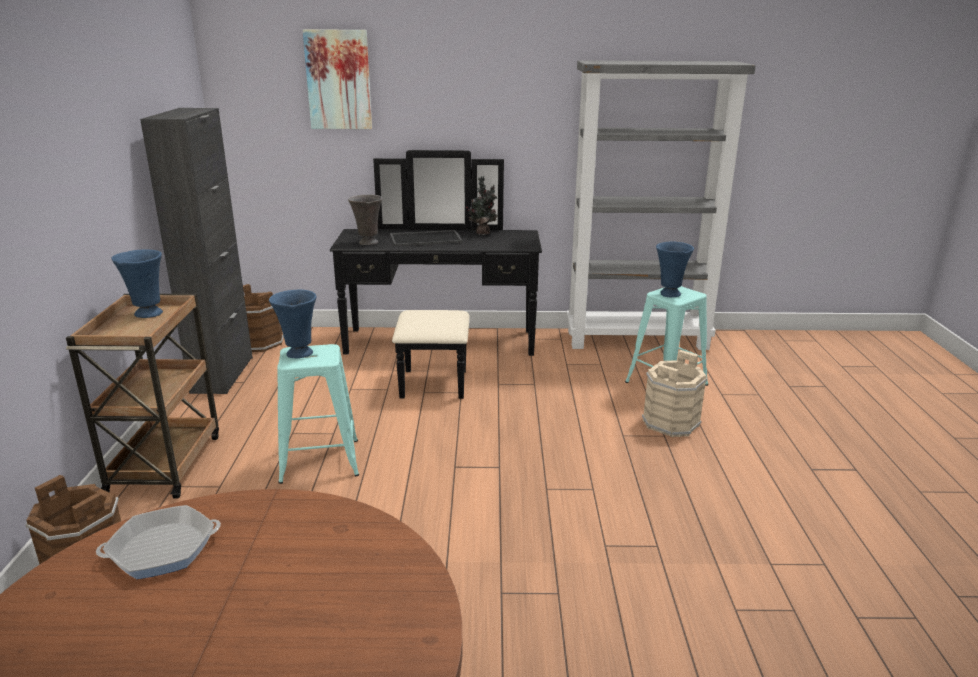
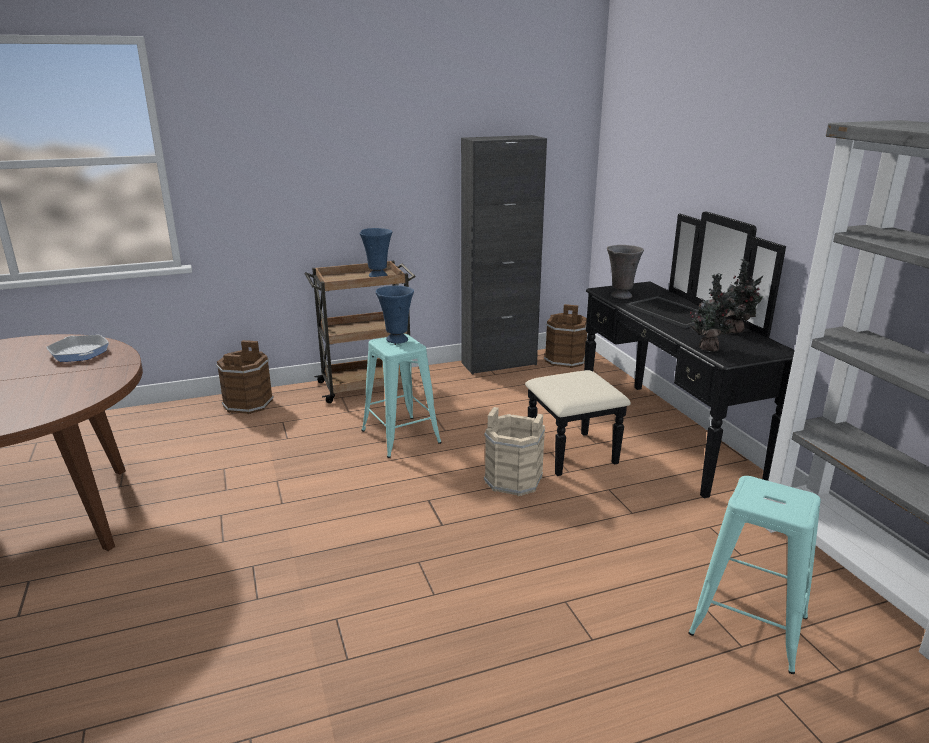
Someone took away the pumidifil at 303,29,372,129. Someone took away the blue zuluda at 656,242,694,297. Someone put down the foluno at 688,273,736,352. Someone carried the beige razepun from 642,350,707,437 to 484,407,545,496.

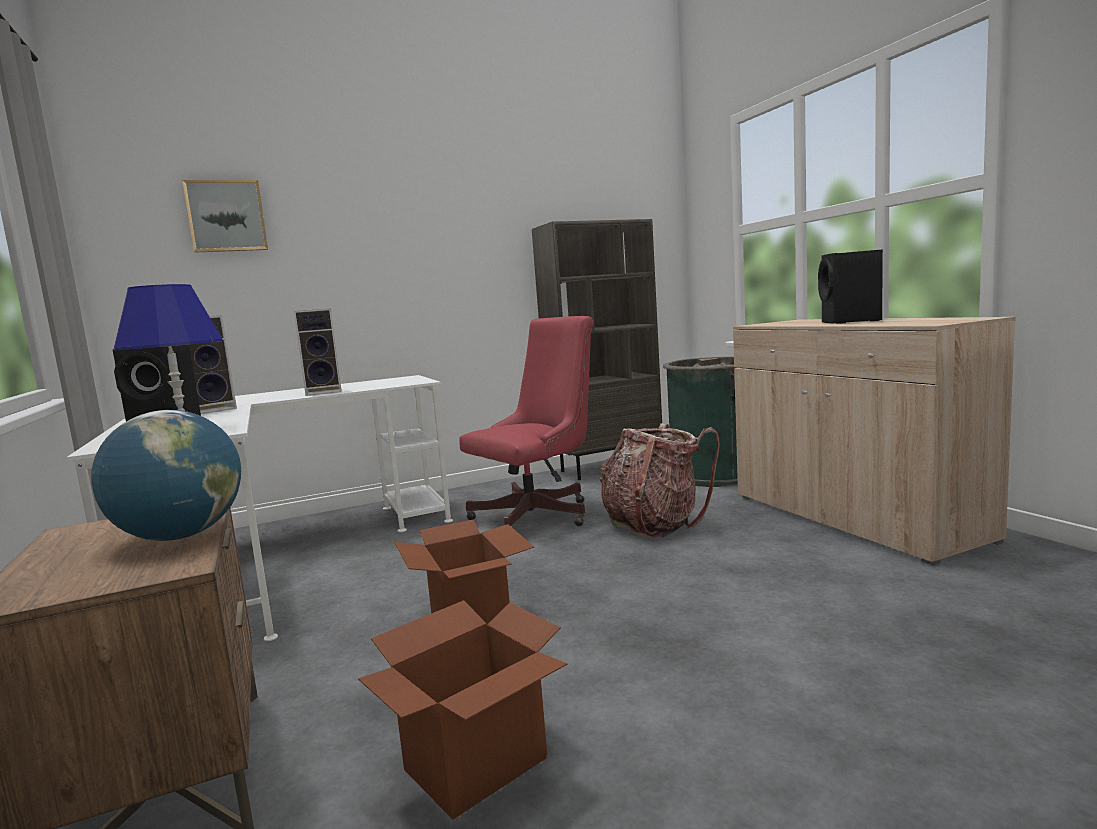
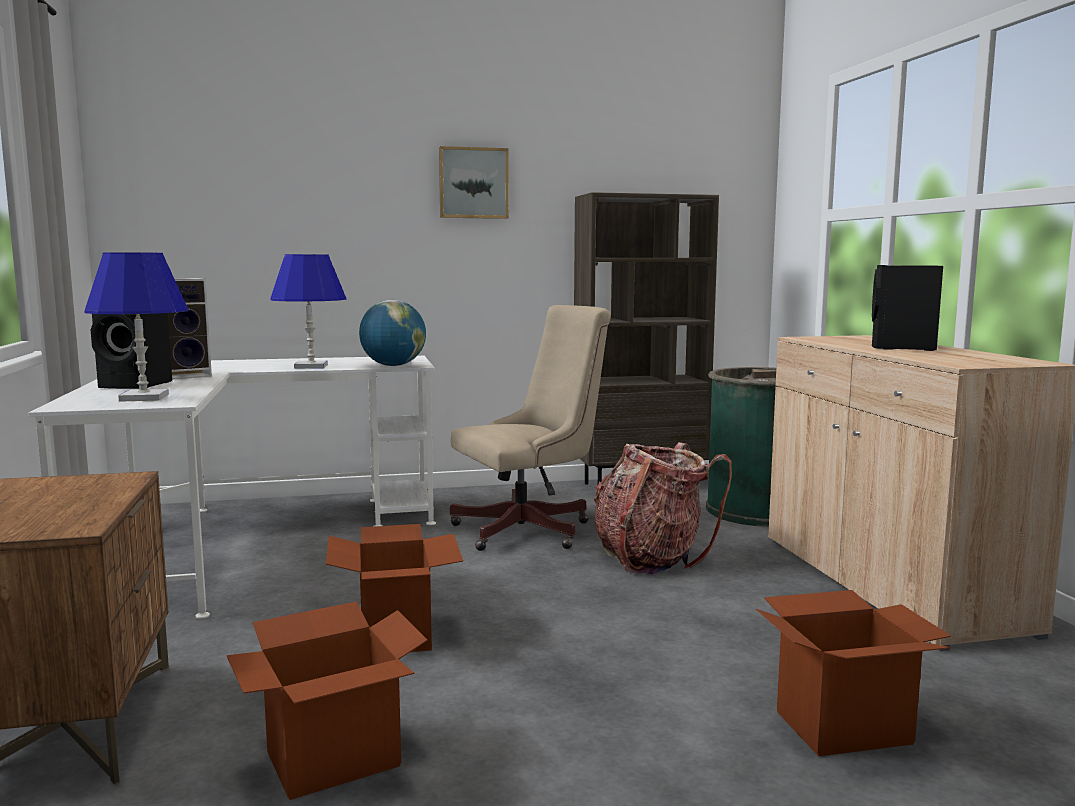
Someone put down the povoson at 756,590,951,757. Someone carried the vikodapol from 91,410,241,541 to 359,300,426,366. Someone carried the pumidifil from 182,180,268,253 to 439,146,509,219. Someone swapped the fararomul at 294,309,341,396 for the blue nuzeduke at 270,254,346,369. Someone repainted the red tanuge at 459,316,594,526, which became the beige tanuge at 450,305,611,551.

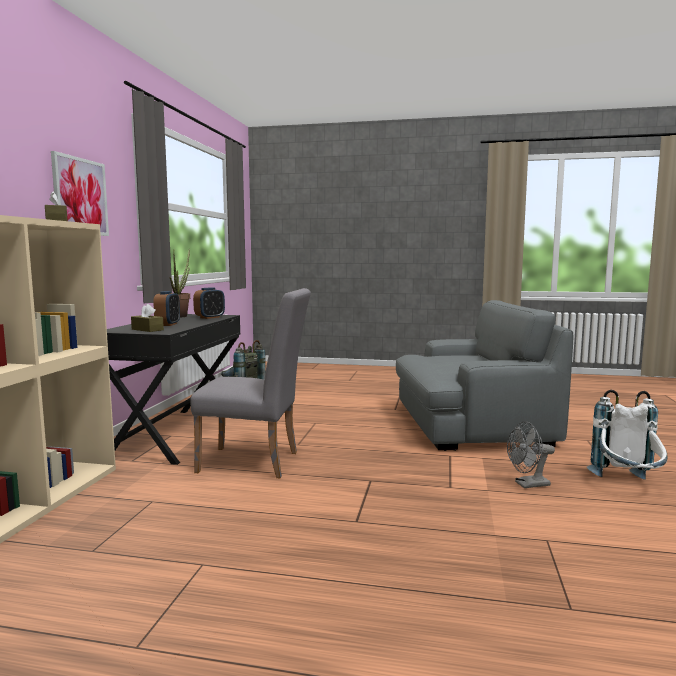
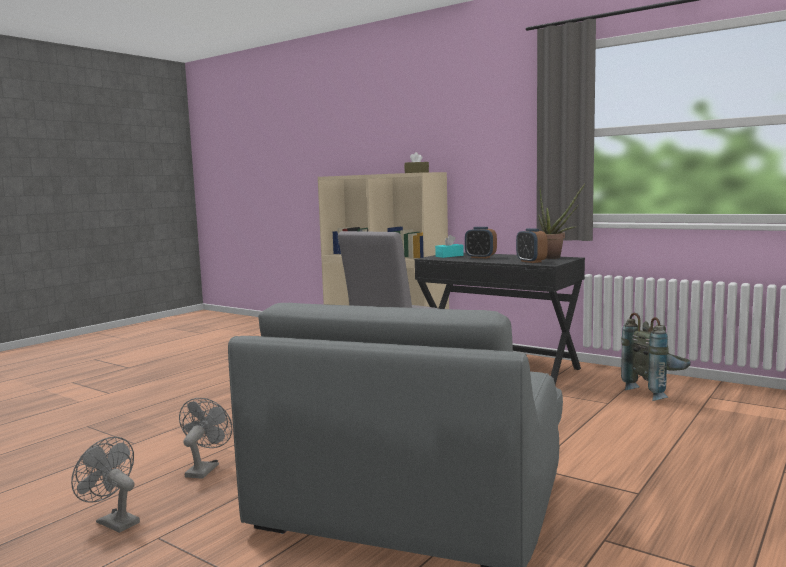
Someone took away the pumidifil at 51,151,109,236. Someone swapped the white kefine at 587,390,667,480 for the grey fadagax at 71,437,140,533. Someone repainted the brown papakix at 131,304,164,332, which became the turquoise papakix at 435,235,464,258.

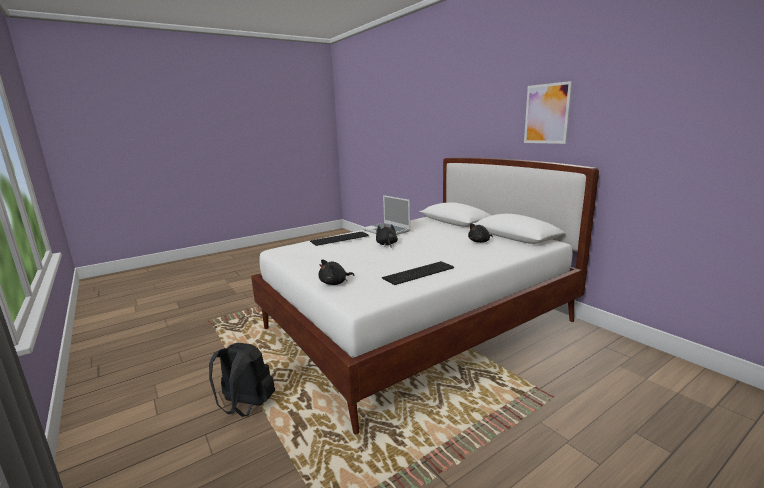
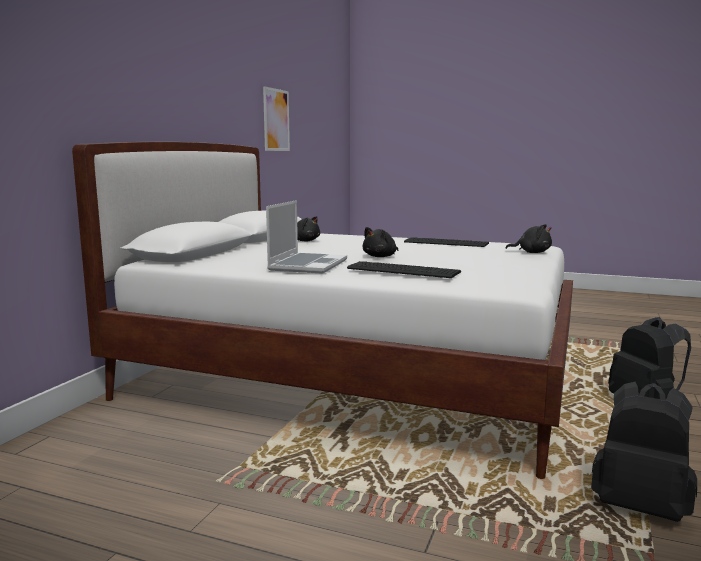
Someone put down the black kefine at 591,382,697,522. Someone carried the pumidifil from 524,81,572,144 to 263,86,290,151.

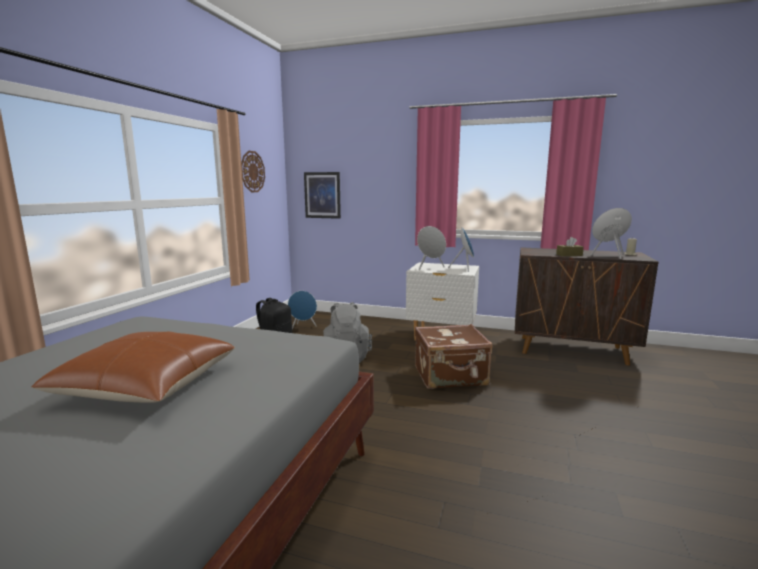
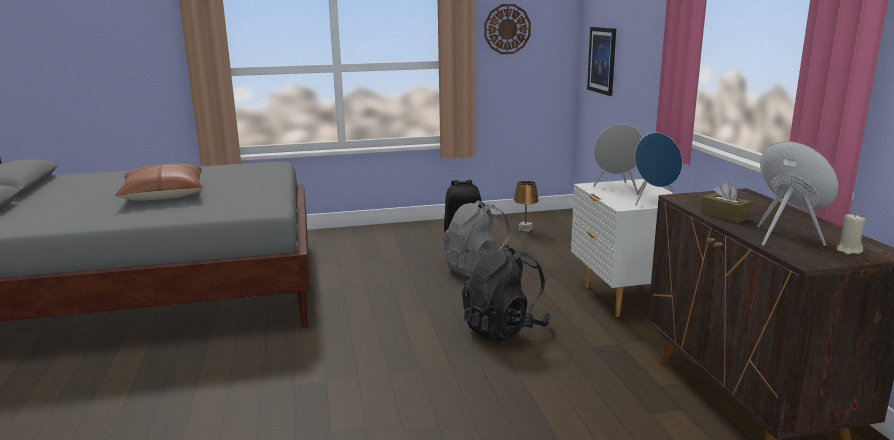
Someone swapped the blue fararomul at 288,291,317,330 for the brown nuzeduke at 514,181,539,232. Someone swapped the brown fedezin at 415,324,492,389 for the black kefine at 462,245,551,341.

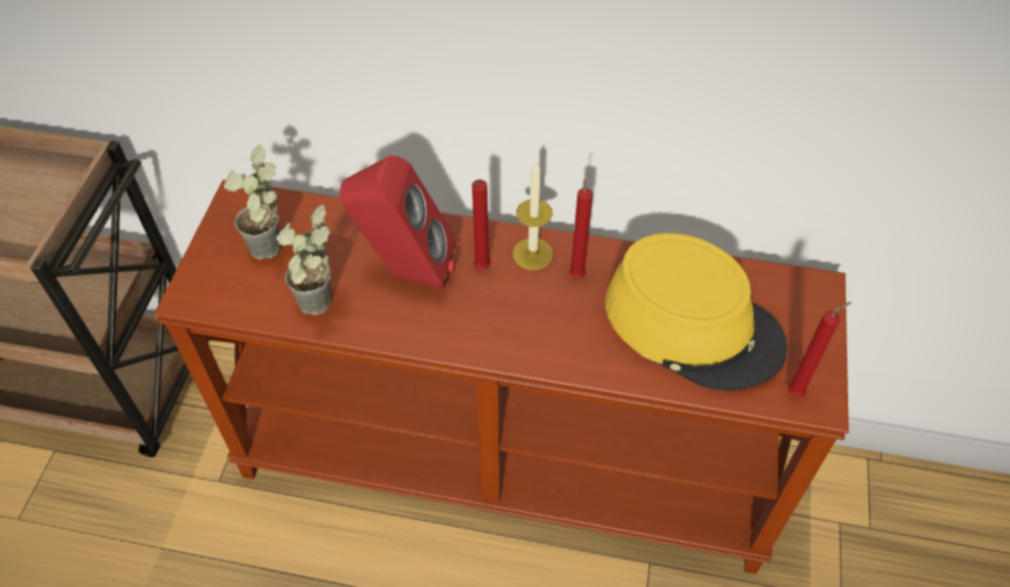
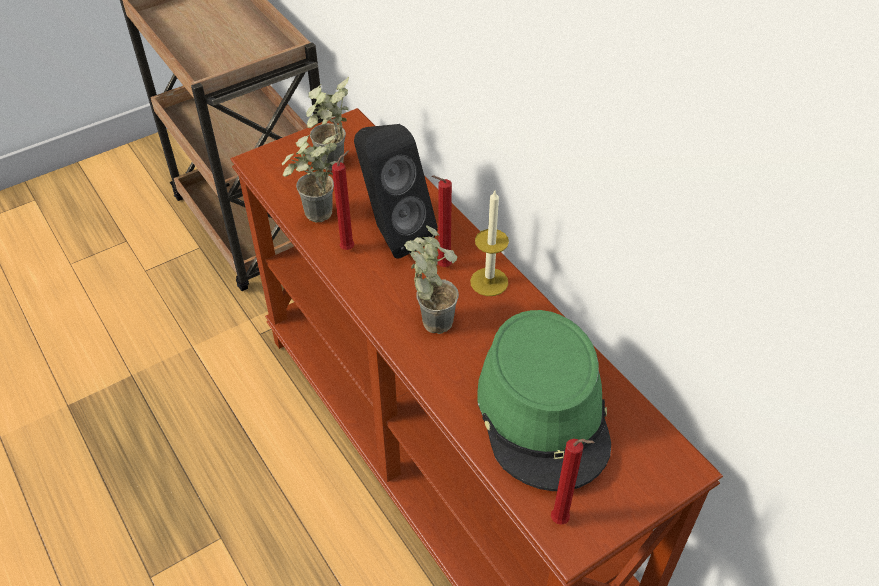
Someone put down the foluno at 404,225,459,334. Someone carried the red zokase from 569,171,593,278 to 332,150,355,250. Someone repainted the red fararomul at 340,156,456,290, which became the black fararomul at 354,124,438,259. Someone repainted the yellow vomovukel at 605,233,788,391, which became the green vomovukel at 478,310,611,491.

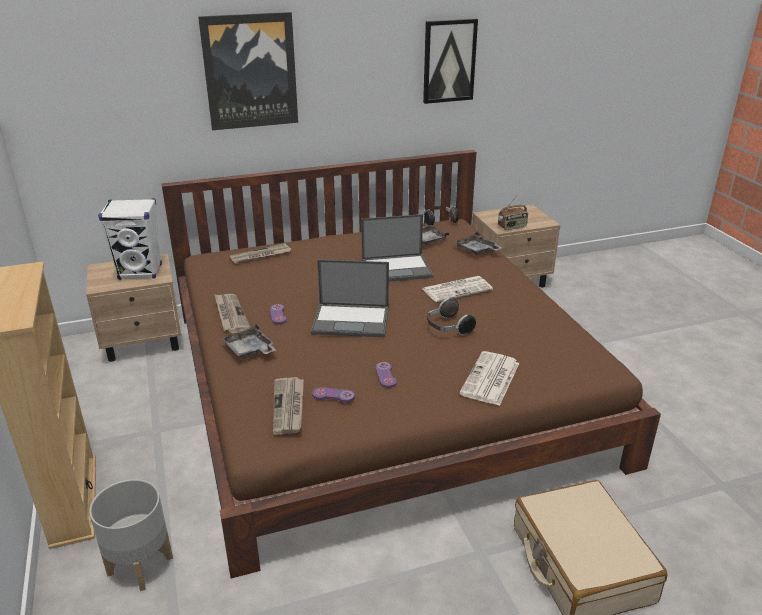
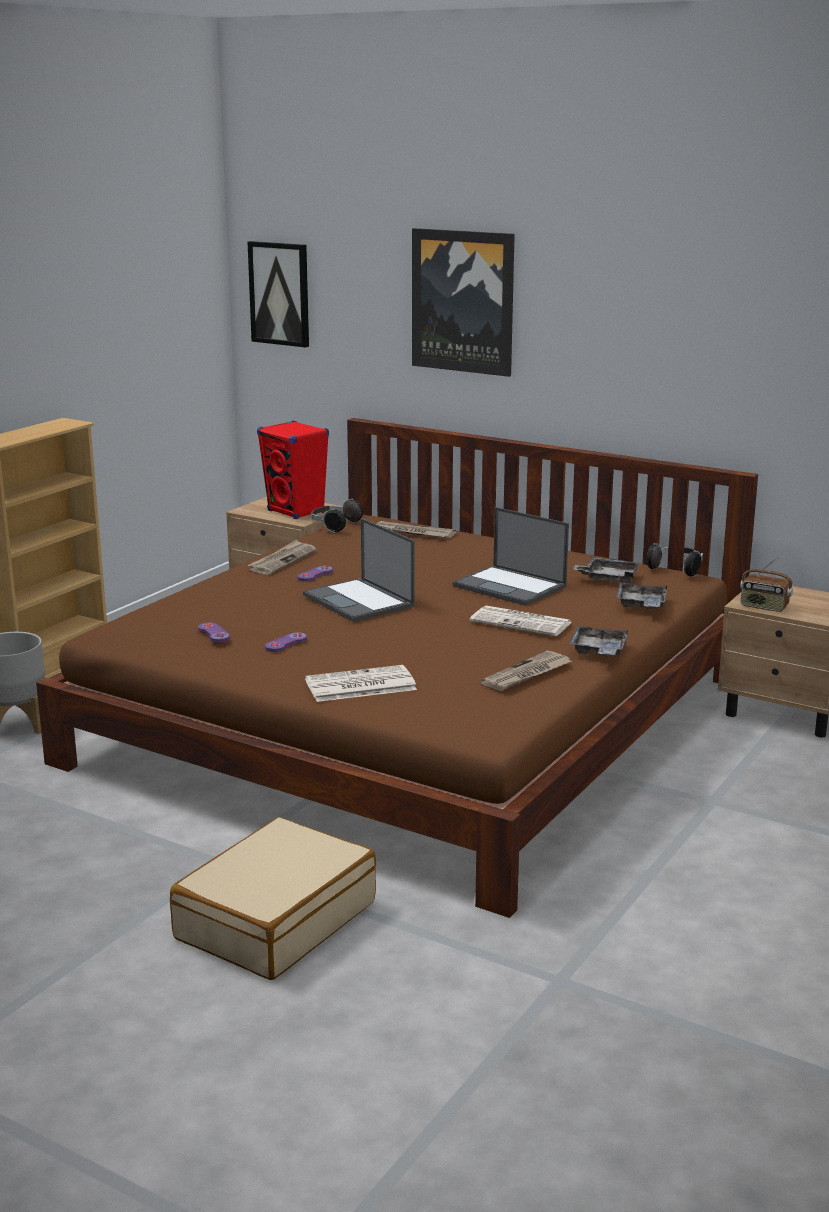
Someone carried the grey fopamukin from 221,324,276,359 to 569,626,629,656. Someone carried the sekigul from 273,377,304,435 to 481,651,572,691. Someone carried the pumidifil from 423,19,478,104 to 247,241,309,348. Someone carried the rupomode from 427,298,476,336 to 311,499,363,533. Someone repainted the white fararomul at 98,198,162,280, which became the red fararomul at 257,420,329,519.

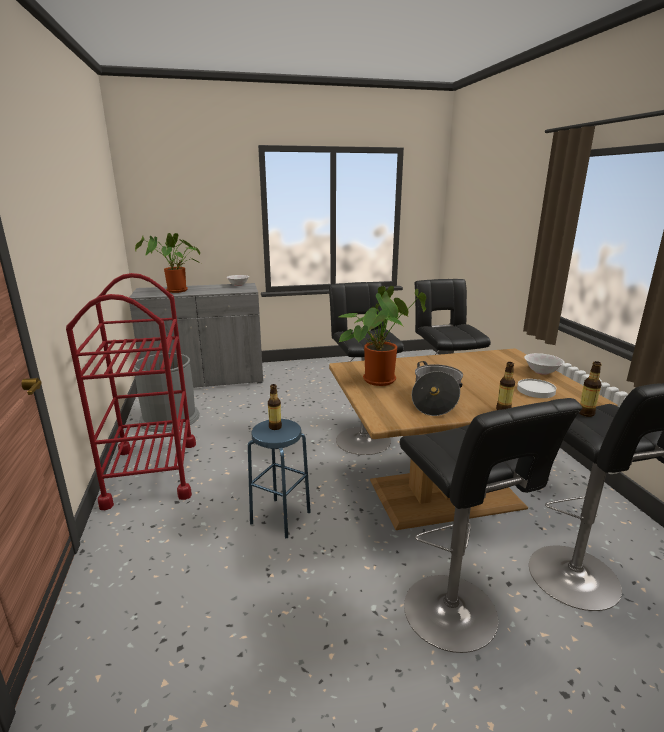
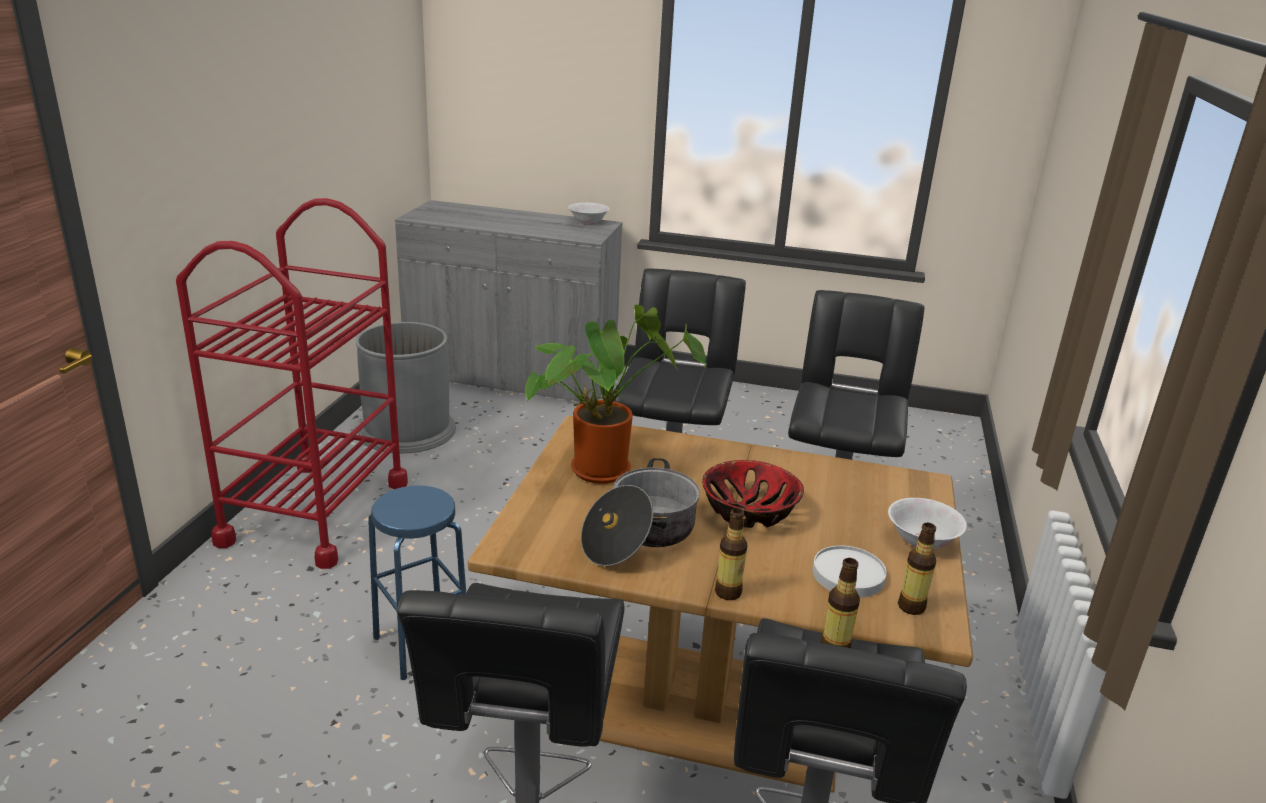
Someone took away the foluno at 135,233,200,293. Someone put down the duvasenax at 702,460,804,528. Someone carried the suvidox from 268,384,282,430 to 898,523,936,615.

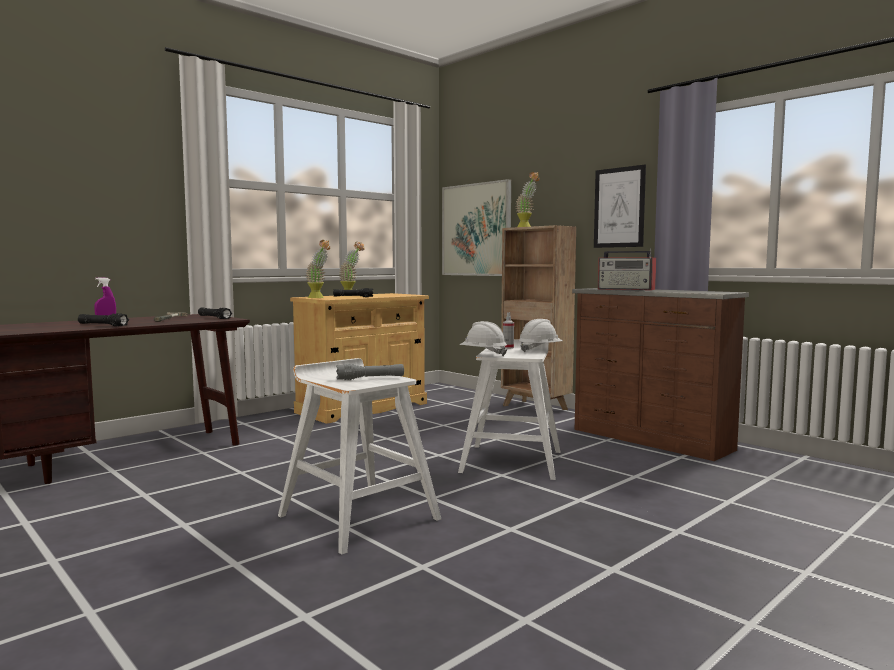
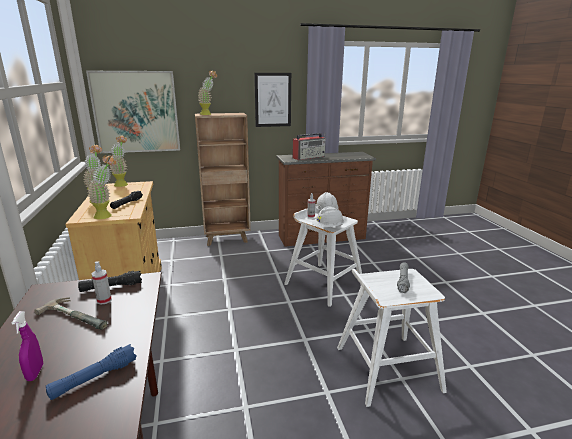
Someone put down the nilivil at 92,261,112,305. Someone put down the foluno at 110,135,128,187. Someone repainted the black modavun at 78,313,129,326, which became the blue modavun at 46,344,137,400.

